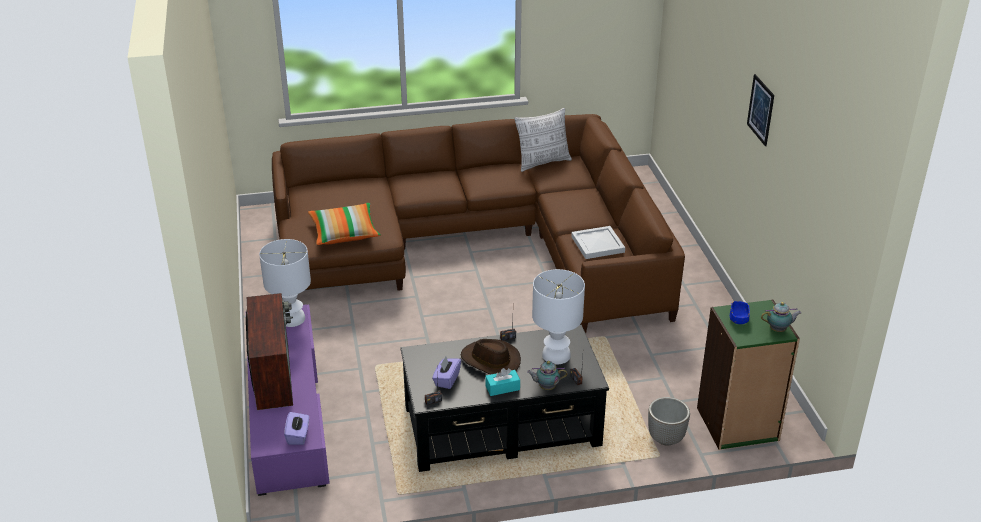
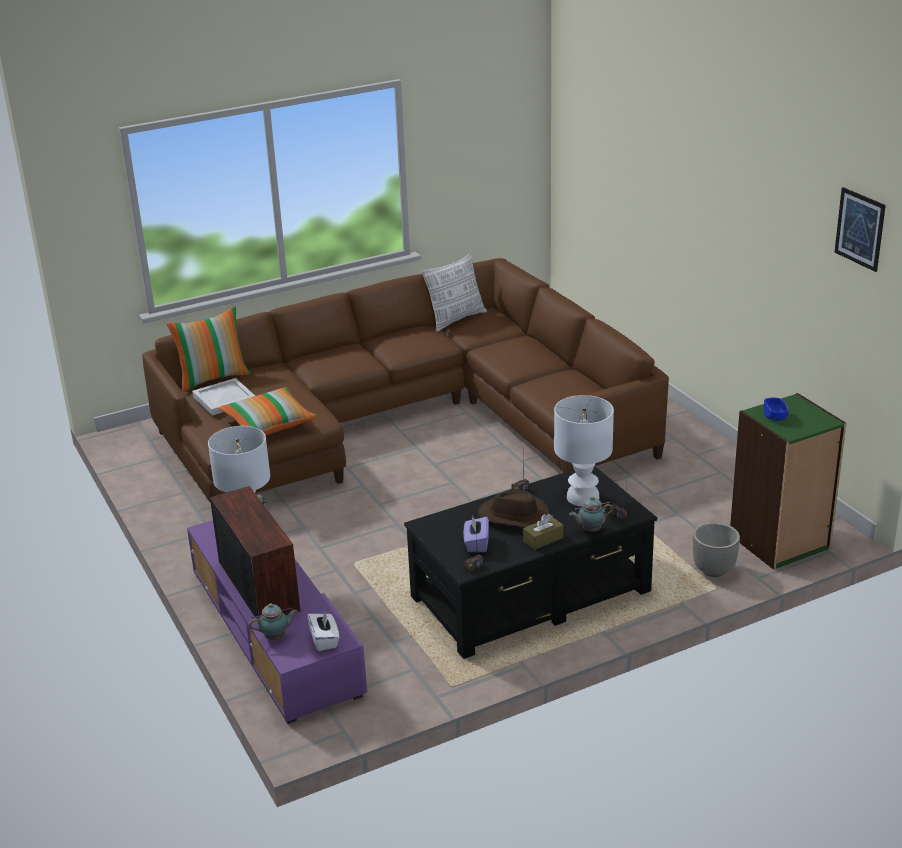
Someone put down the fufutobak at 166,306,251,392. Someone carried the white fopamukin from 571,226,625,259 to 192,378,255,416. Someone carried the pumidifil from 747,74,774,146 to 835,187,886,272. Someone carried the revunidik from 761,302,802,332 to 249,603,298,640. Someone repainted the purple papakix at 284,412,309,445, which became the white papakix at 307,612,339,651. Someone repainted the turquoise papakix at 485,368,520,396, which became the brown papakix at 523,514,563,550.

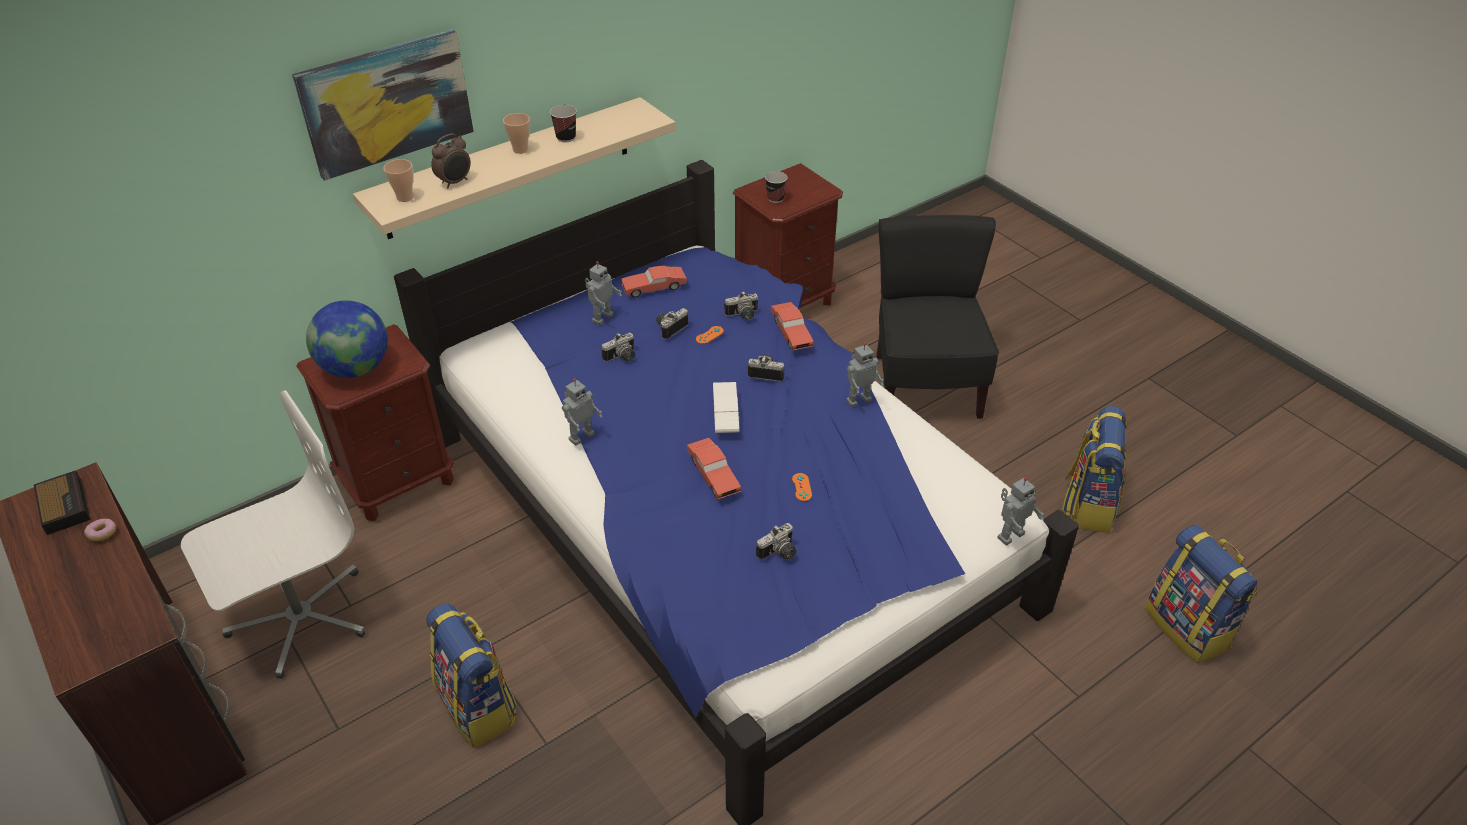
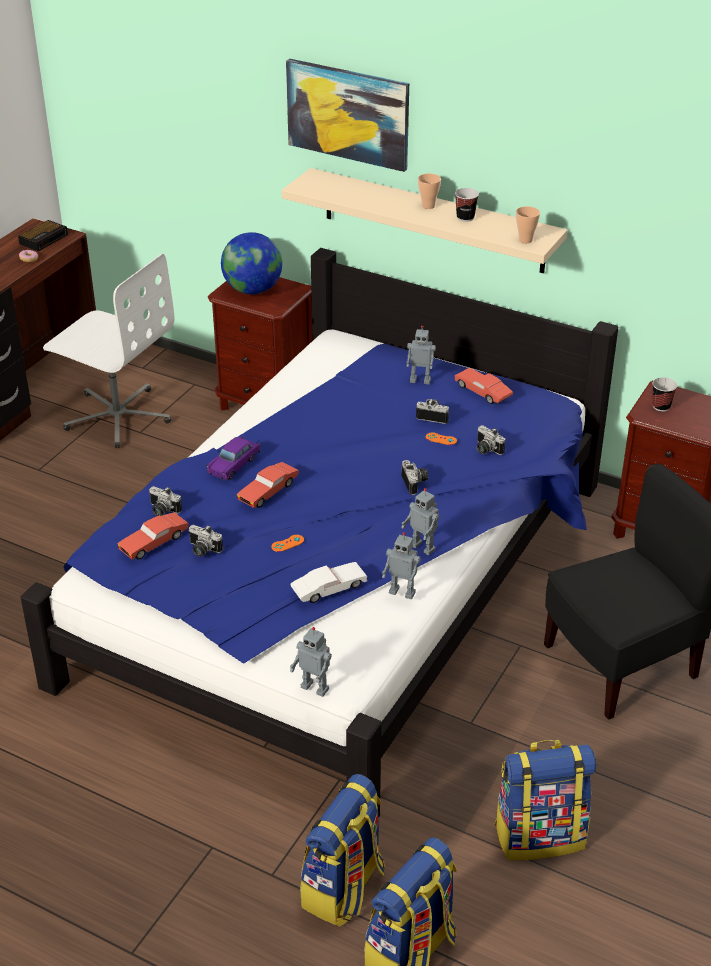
Someone took away the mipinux at 431,133,471,188. Someone put down the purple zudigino at 206,436,260,480. Someone carried the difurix from 384,159,413,202 to 516,206,540,243. Someone carried the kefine from 426,603,517,748 to 300,774,385,927. Someone carried the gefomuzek from 562,378,603,446 to 382,532,420,599. Someone carried the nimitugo from 601,333,635,362 to 149,486,182,516. Someone carried the white zudigino from 713,382,739,433 to 290,562,367,603. Someone carried the red zudigino from 771,302,813,350 to 117,512,189,560.

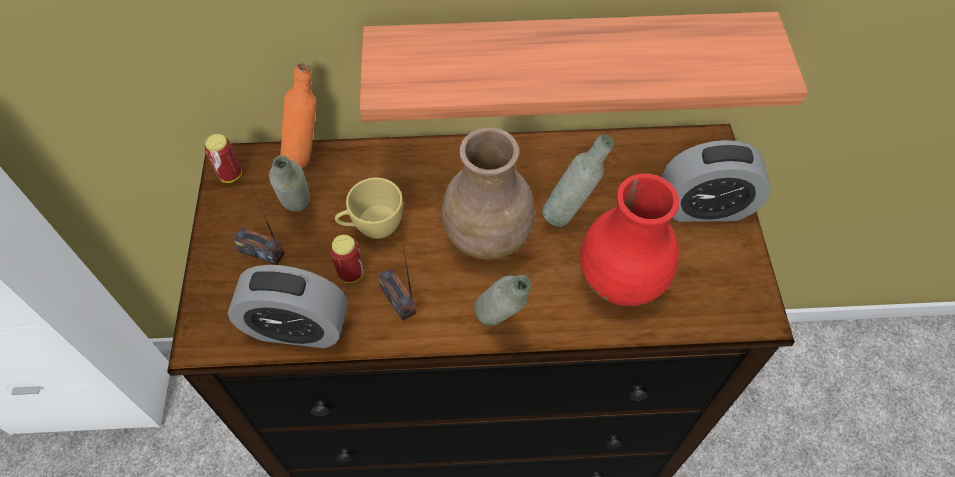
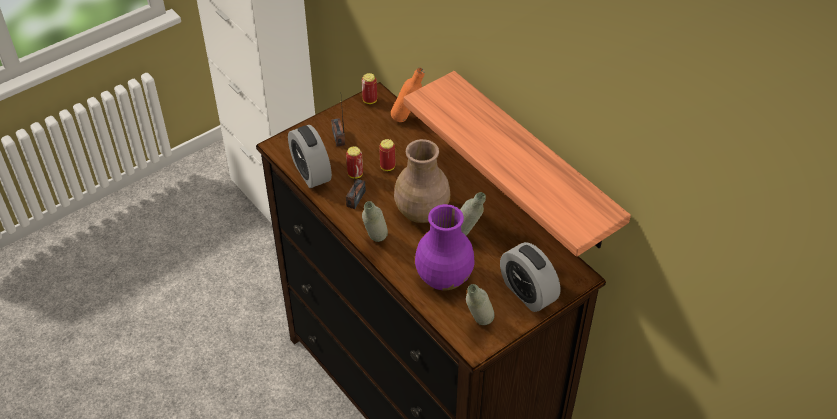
Someone carried the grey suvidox from 269,155,310,211 to 466,284,495,325. Someone swapped the yellow difurix at 335,178,403,239 for the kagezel at 379,139,395,171. Someone repainted the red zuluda at 580,173,679,306, which became the purple zuluda at 415,204,475,290.

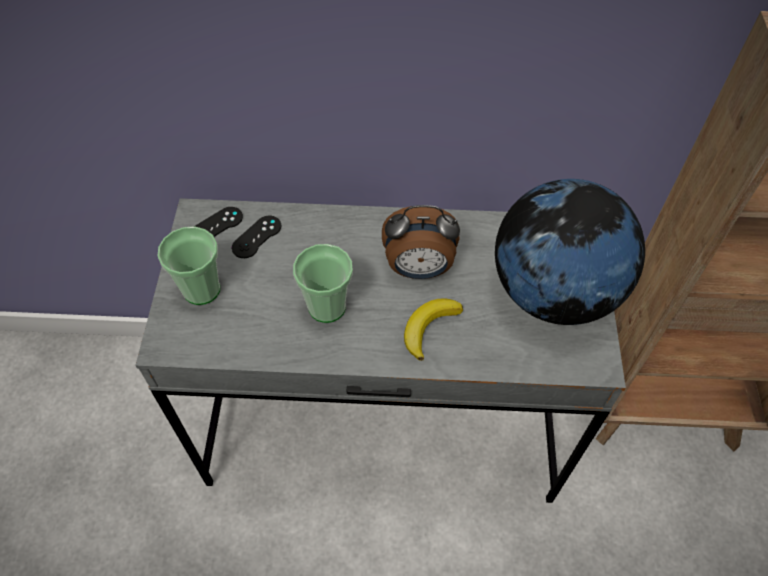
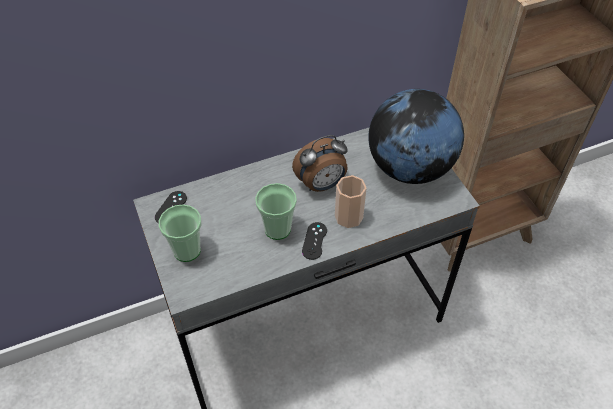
Someone carried the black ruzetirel from 232,216,281,258 to 302,222,327,260. Someone swapped the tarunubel at 404,298,463,361 for the difurix at 335,175,367,228.

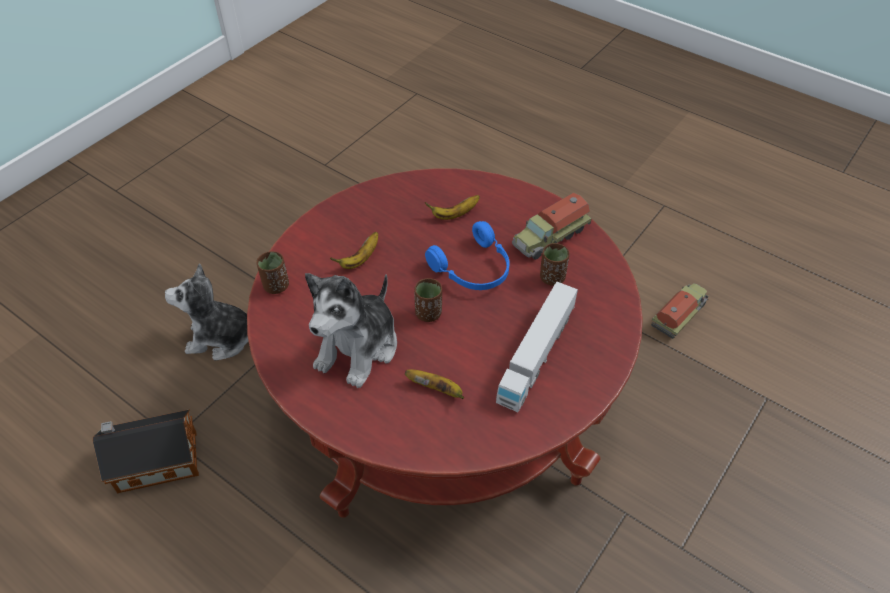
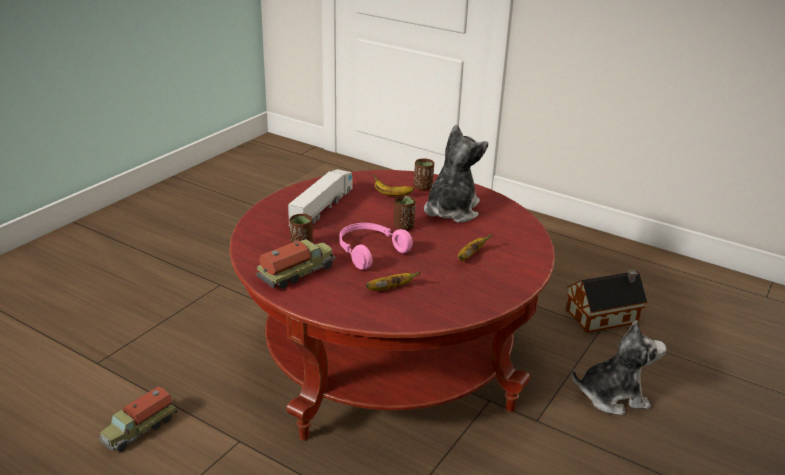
Someone carried the brown difurix from 256,251,289,294 to 414,158,434,191. Someone repainted the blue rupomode at 425,221,510,290, which became the pink rupomode at 339,223,413,269.

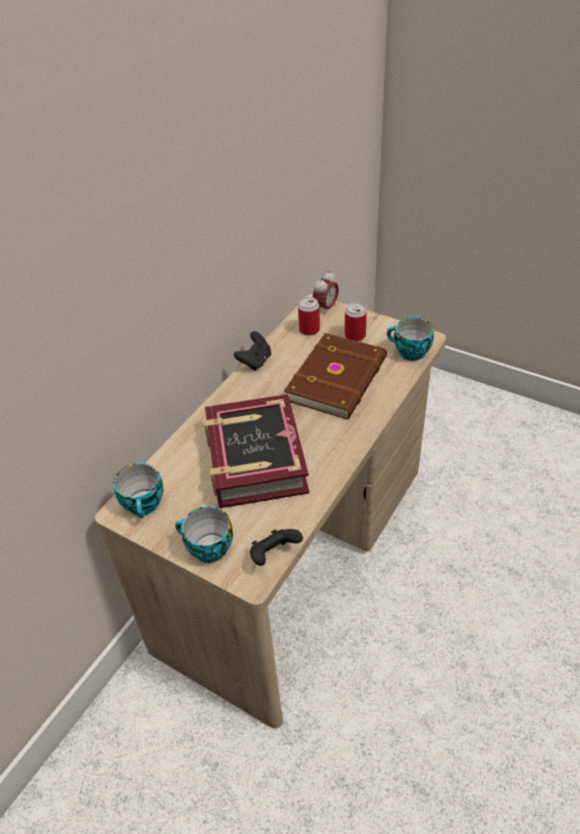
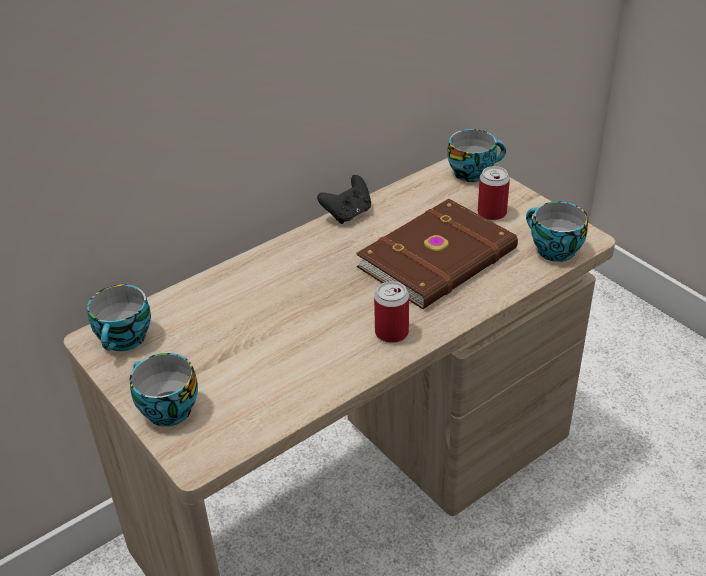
Someone took away the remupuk at 204,394,309,508. Someone took away the black ruzetirel at 250,529,303,566. Someone carried the kagezel from 298,297,320,336 to 374,281,409,343. Someone swapped the mipinux at 313,270,339,315 for the difurix at 448,129,506,182.

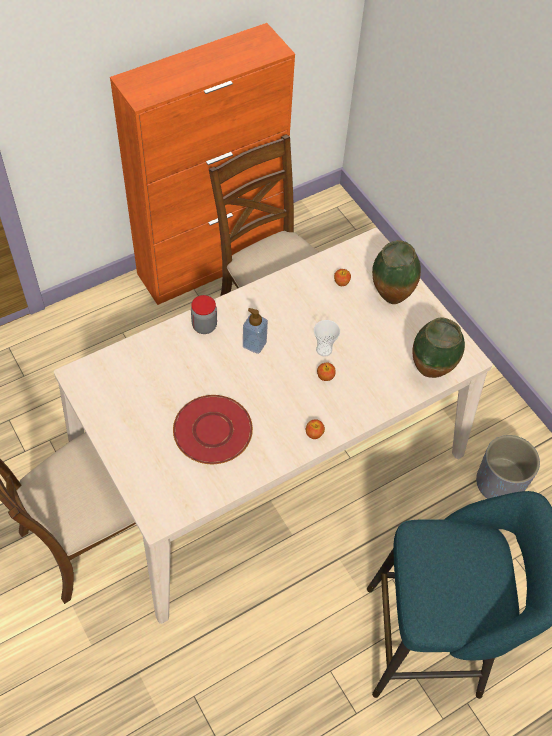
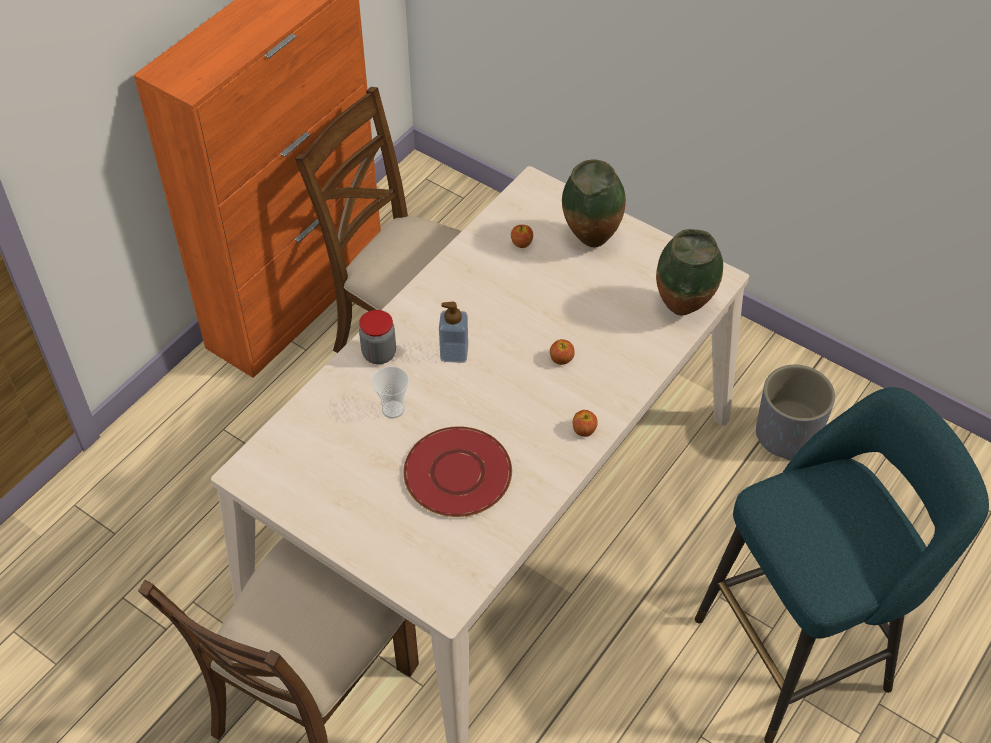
Someone carried the difurix from 314,320,340,357 to 372,366,409,419.

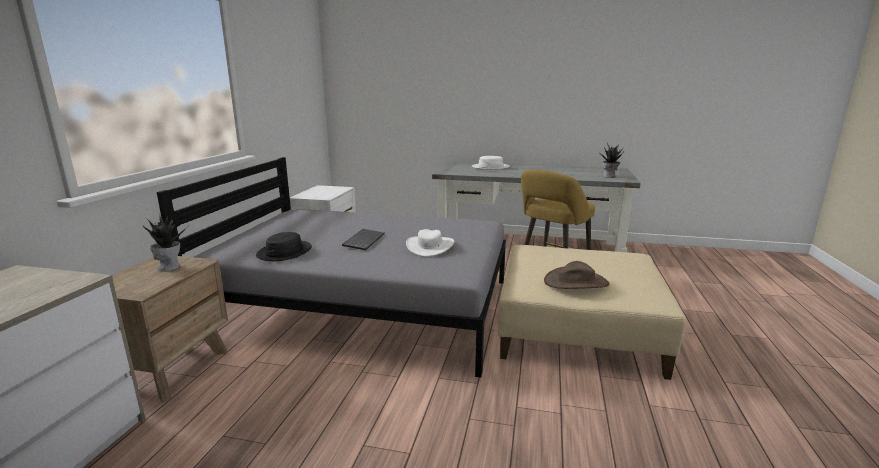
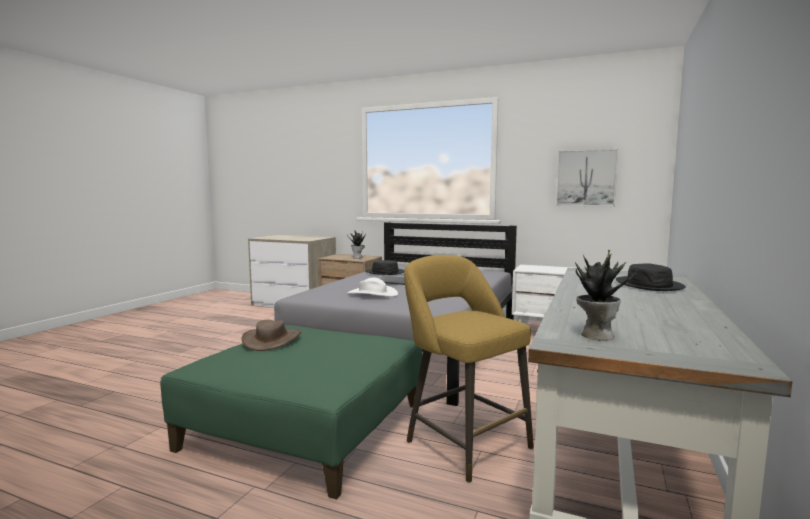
Someone put up the pumidifil at 556,149,618,206. Someone repainted the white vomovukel at 472,156,510,170, which became the black vomovukel at 616,263,686,291. Someone repainted the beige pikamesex at 498,245,686,380, which became the green pikamesex at 160,325,422,499.

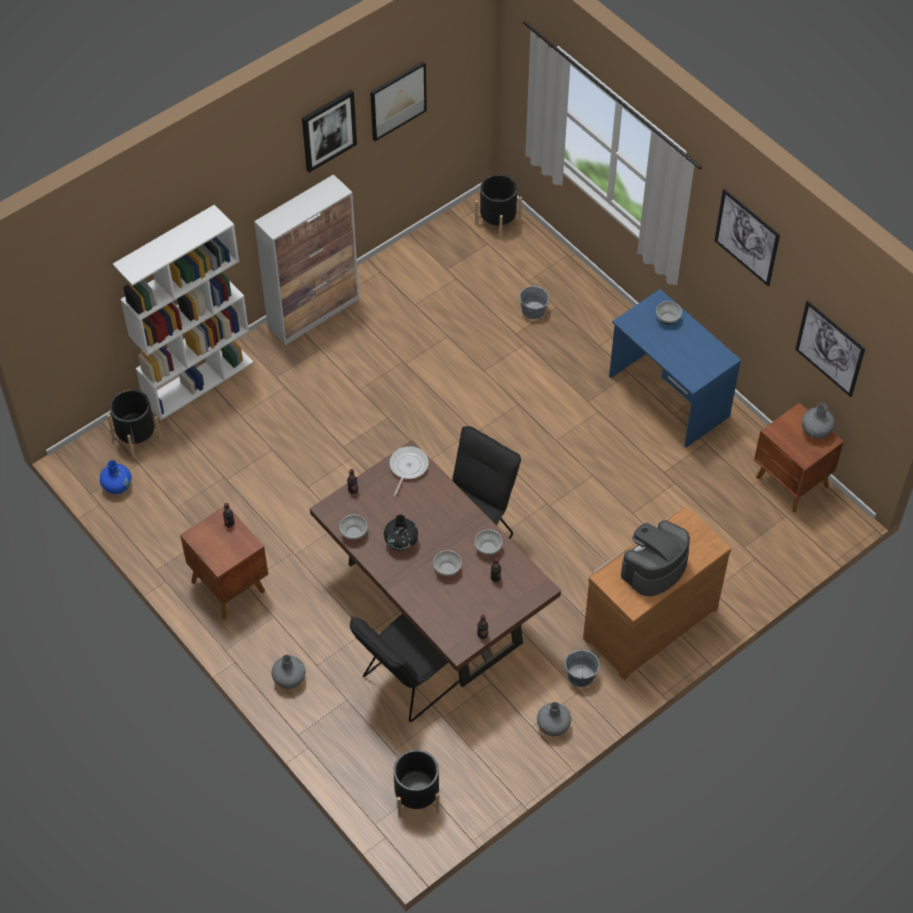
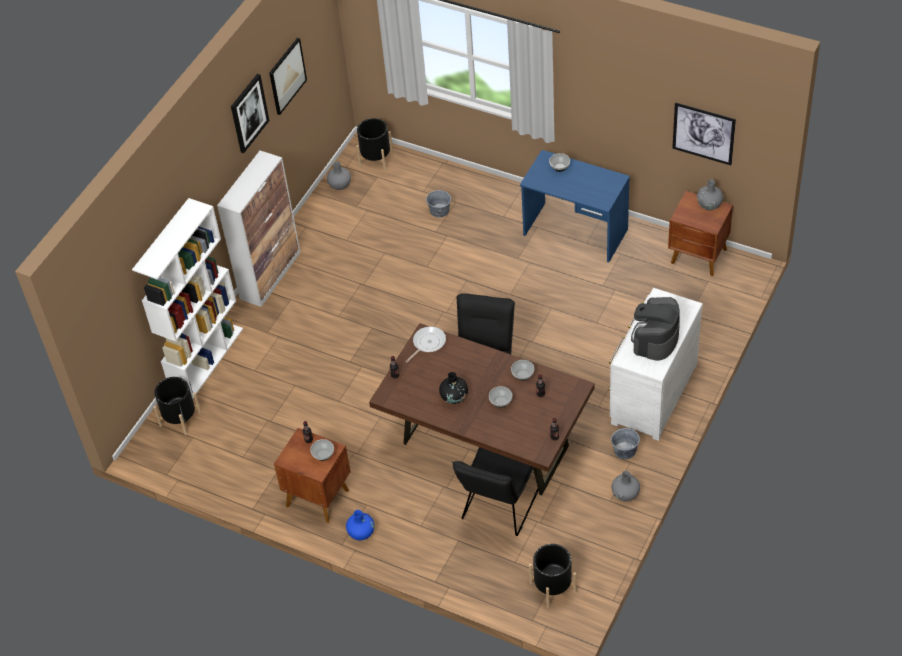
Someone took away the pumidifil at 714,189,780,287. Someone carried the blue zuluda from 100,460,132,494 to 346,510,375,540. Someone carried the grey zuluda from 272,655,305,689 to 327,161,351,190. Someone carried the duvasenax from 339,515,367,540 to 310,439,334,461. Someone repainted the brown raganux at 583,507,731,680, which became the white raganux at 608,288,703,441. Someone rotated the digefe at 389,446,429,497 by 45 degrees clockwise.

